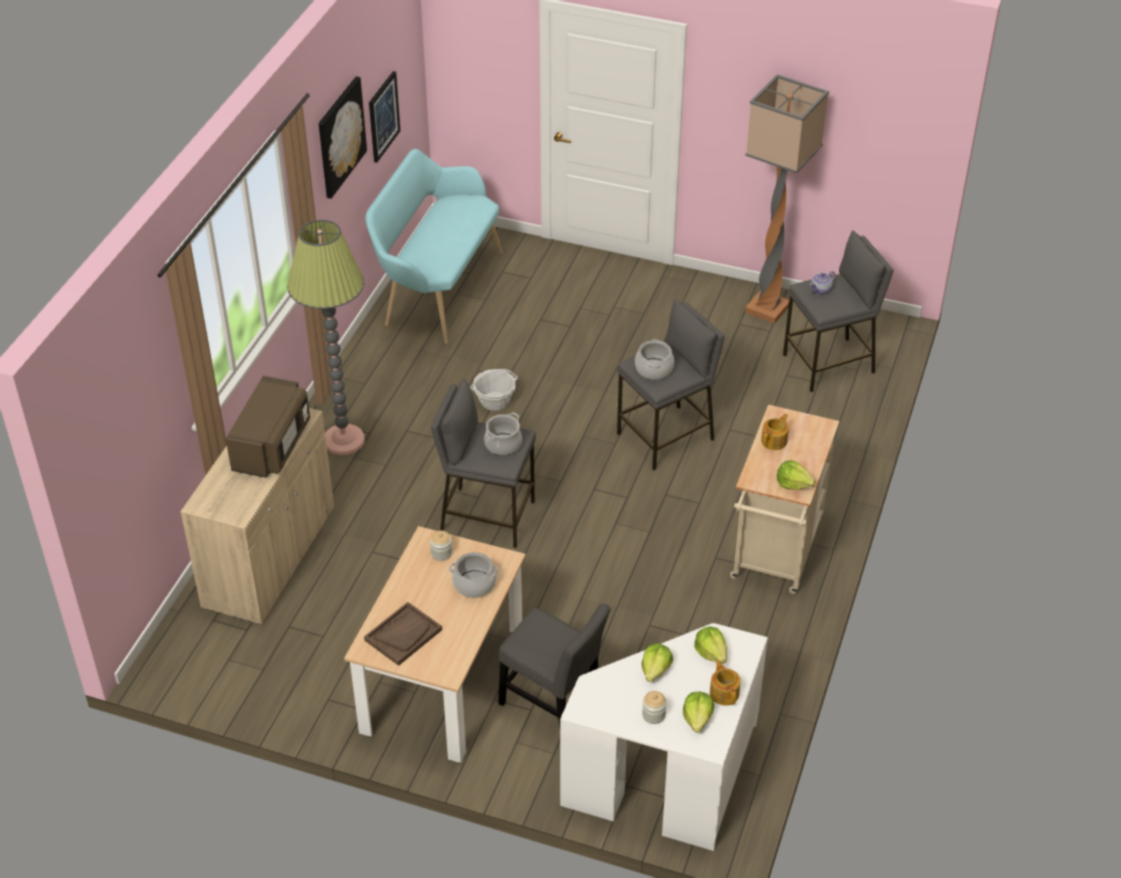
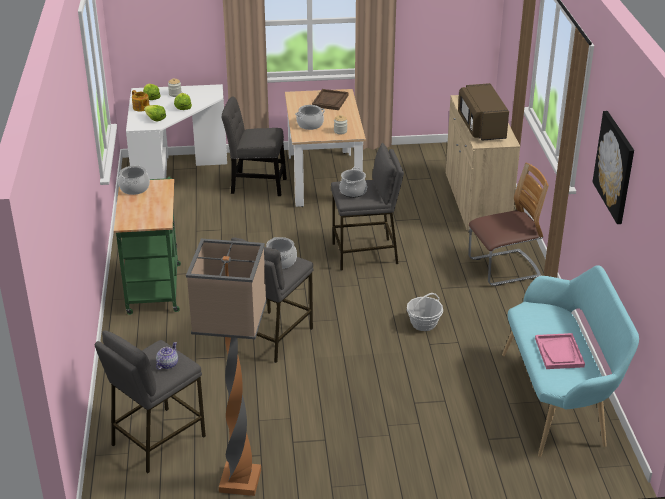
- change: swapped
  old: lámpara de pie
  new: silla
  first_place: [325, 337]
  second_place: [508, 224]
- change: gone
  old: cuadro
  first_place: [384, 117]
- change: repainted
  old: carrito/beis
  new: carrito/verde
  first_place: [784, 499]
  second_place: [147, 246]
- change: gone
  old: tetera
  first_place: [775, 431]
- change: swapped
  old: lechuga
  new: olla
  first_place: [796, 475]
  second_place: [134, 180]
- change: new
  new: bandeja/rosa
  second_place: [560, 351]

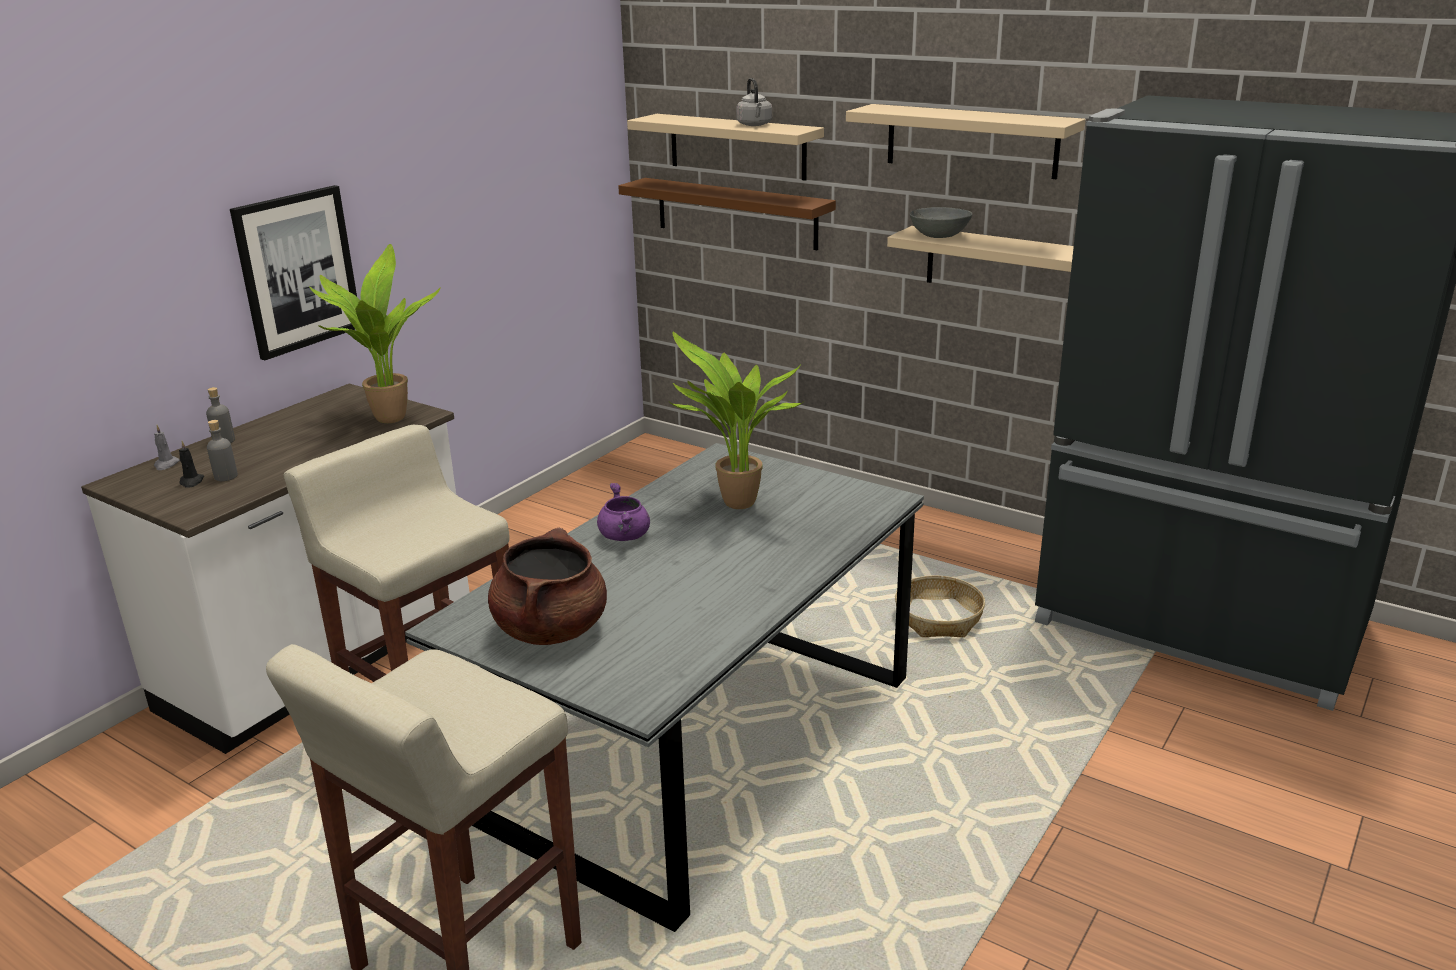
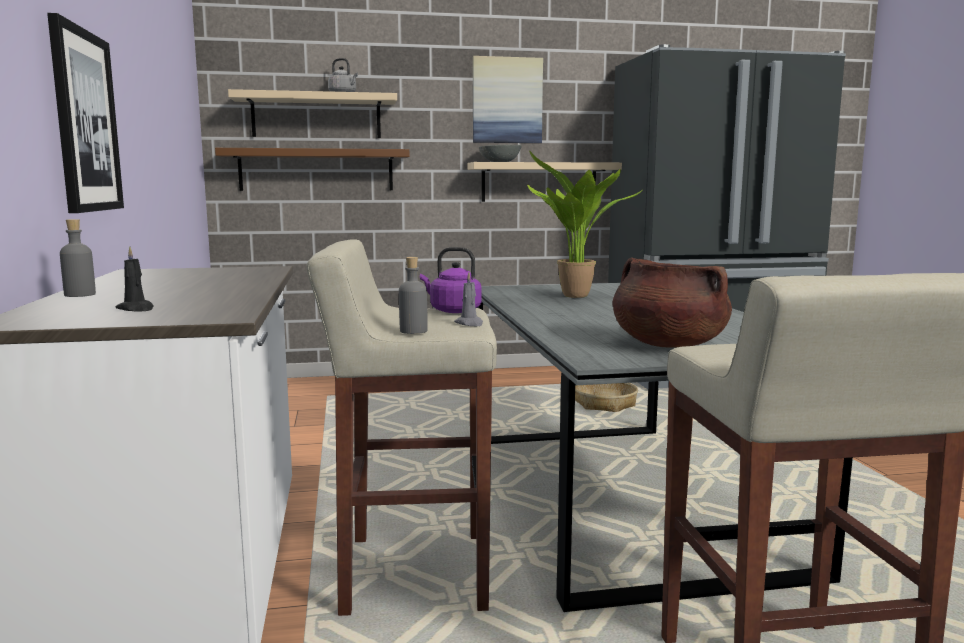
- change: shifted
  old: vela/gris
  first_place: [167, 447]
  second_place: [468, 299]
- change: shifted
  old: botella/gris
  first_place: [222, 450]
  second_place: [413, 295]
- change: gone
  old: planta en maceta
  first_place: [375, 333]
- change: gone
  old: olla/morado
  first_place: [623, 512]
- change: swapped
  old: estante/beis
  new: cuadro
  first_place: [966, 141]
  second_place: [508, 99]
- change: new
  new: hervidor/morado
  second_place: [451, 280]

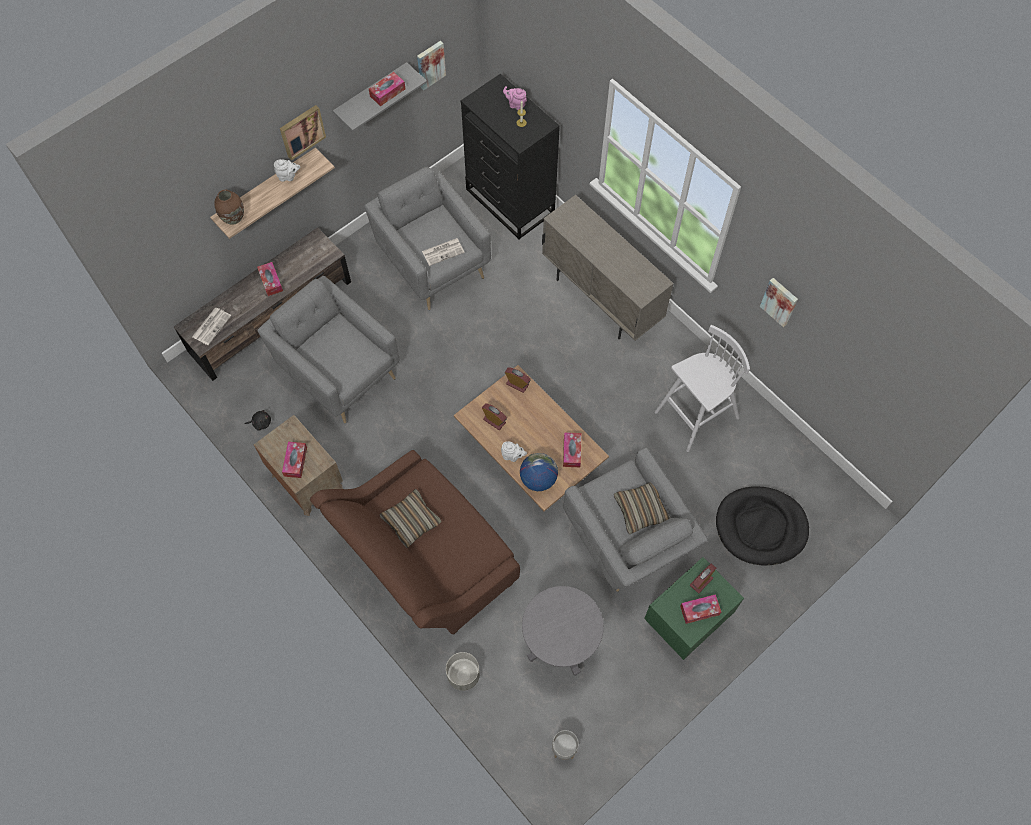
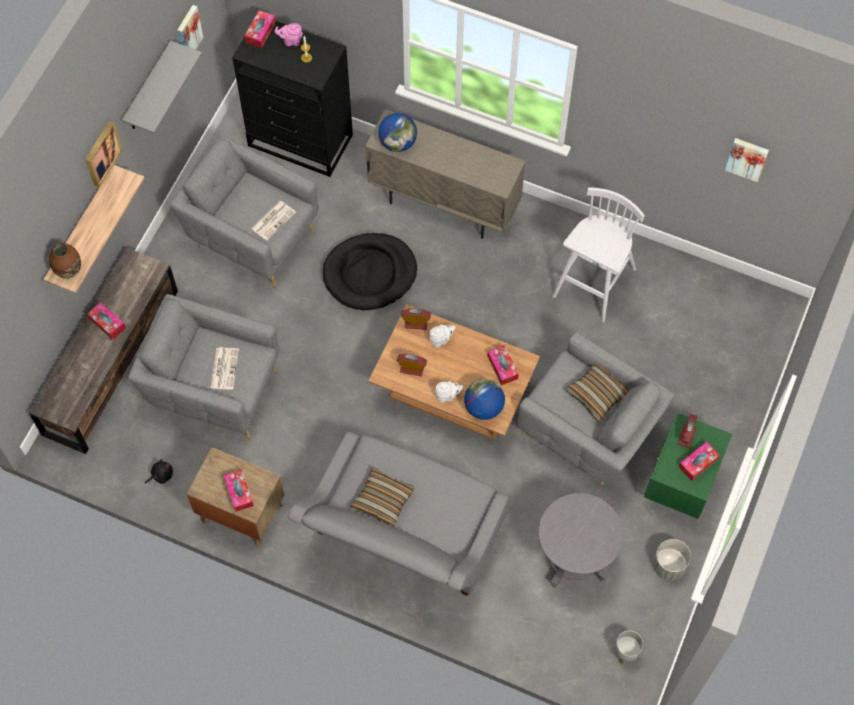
- change: shifted
  old: periódico
  first_place: [211, 326]
  second_place: [224, 368]
- change: shifted
  old: tetera/blanco
  first_place: [287, 170]
  second_place: [443, 336]
- change: repainted
  old: sofá/marrón
  new: sofá/gris
  first_place: [415, 542]
  second_place: [398, 513]
- change: shifted
  old: caja de pañuelos
  first_place: [387, 89]
  second_place: [260, 29]
- change: shifted
  old: maceta/gris
  first_place: [463, 671]
  second_place: [672, 559]
- change: shifted
  old: cama para perro/negro
  first_place: [762, 526]
  second_place: [370, 271]
- change: shifted
  old: cuadro
  first_place: [779, 302]
  second_place: [747, 160]
- change: new
  new: globo terráqueo
  second_place: [397, 132]

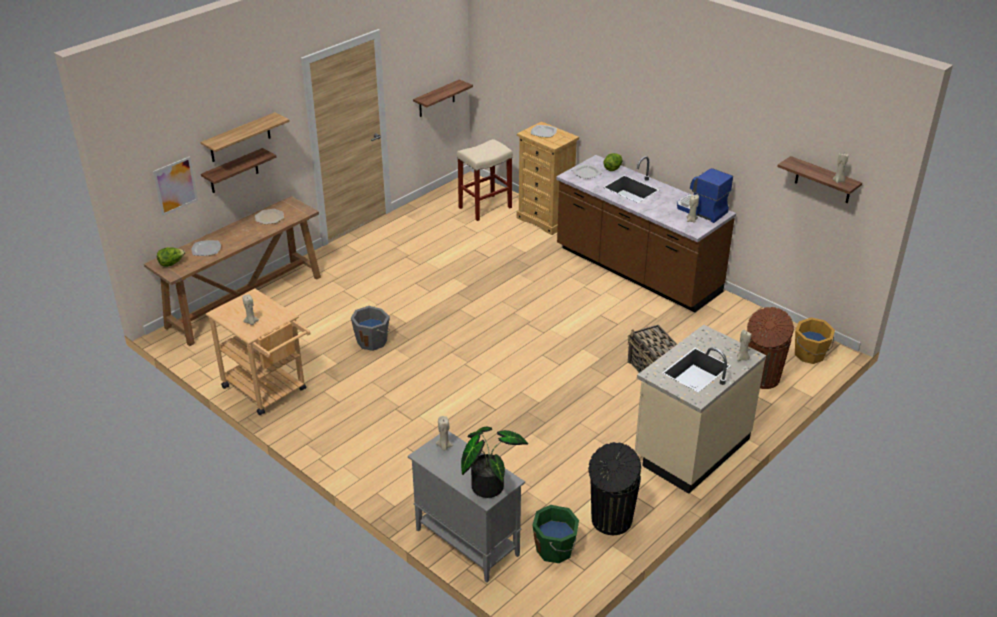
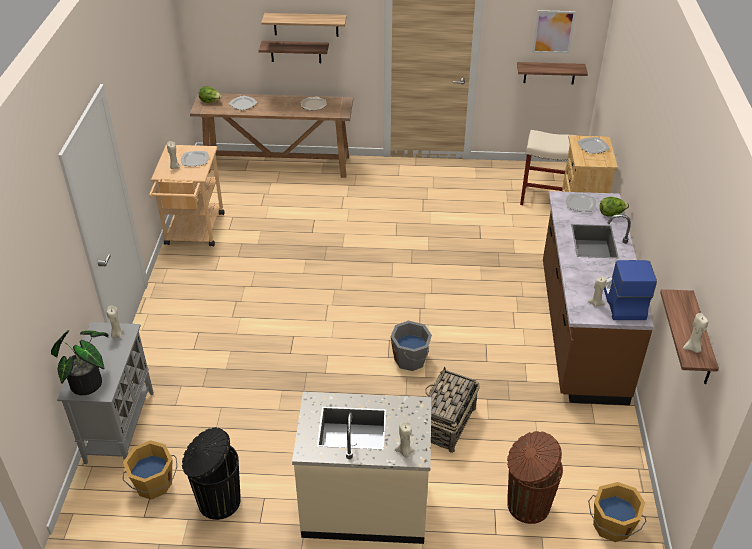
- change: shifted
  old: cuadro
  first_place: [175, 186]
  second_place: [554, 32]
- change: shifted
  old: cubo/gris
  first_place: [370, 328]
  second_place: [411, 345]
- change: repainted
  old: cubo/verde
  new: cubo/naranja
  first_place: [556, 534]
  second_place: [150, 470]
- change: new
  new: plato
  second_place: [195, 158]

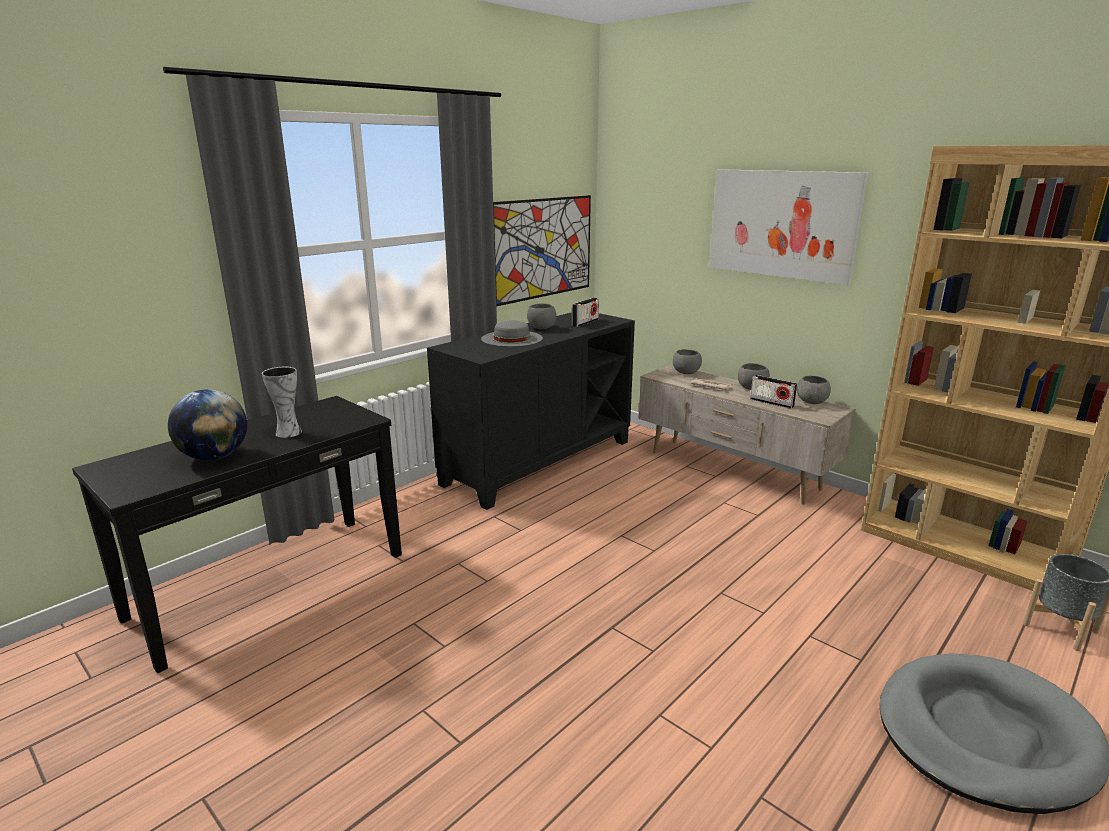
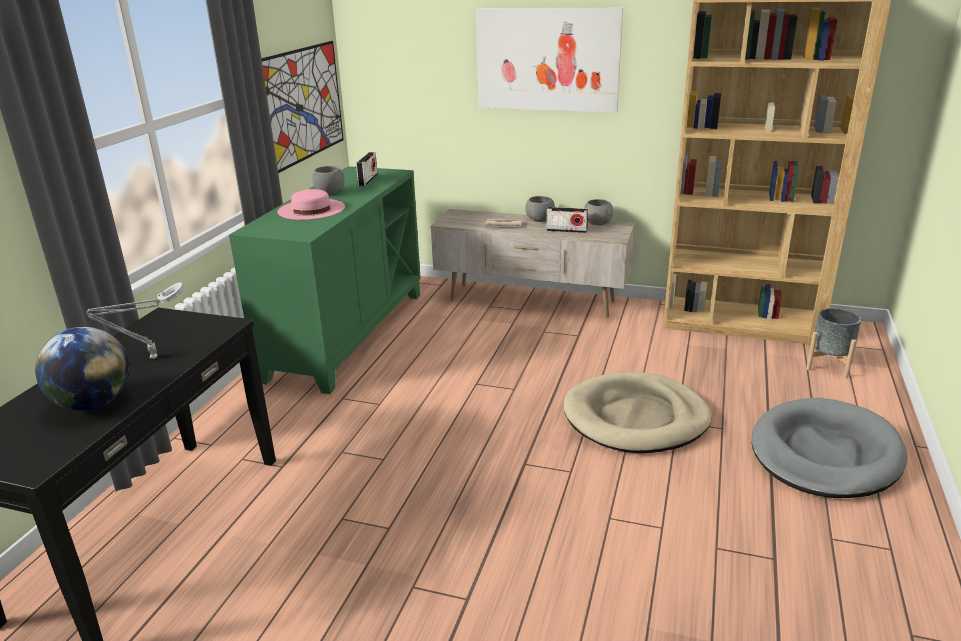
- change: swapped
  old: florero
  new: lámpara de mesa/gris
  first_place: [282, 402]
  second_place: [135, 320]
- change: repainted
  old: armario/negro
  new: armario/verde
  first_place: [531, 411]
  second_place: [325, 280]
- change: repainted
  old: sombrero/gris
  new: sombrero/rosa
  first_place: [512, 333]
  second_place: [311, 204]
- change: gone
  old: cuenco/gris
  first_place: [687, 361]
- change: new
  new: cama para perro/beis
  second_place: [638, 412]

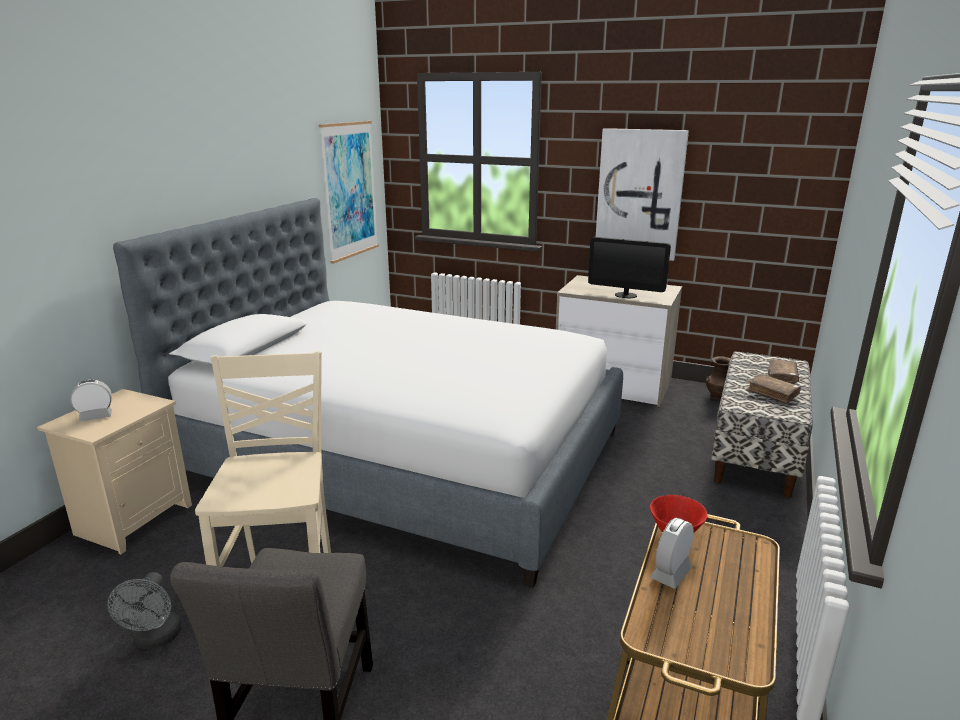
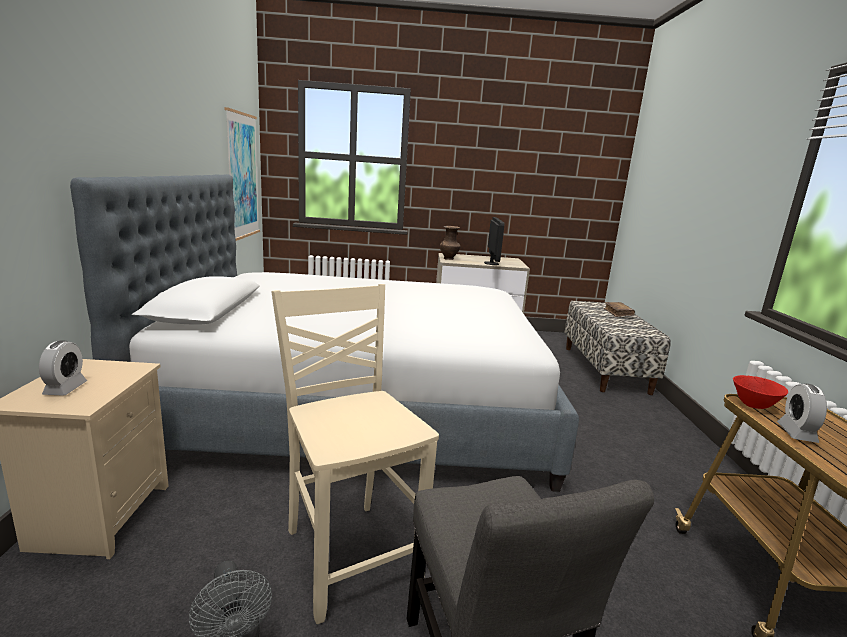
- change: rotated
  old: despertador
  first_place: [91, 401]
  second_place: [63, 368]
  degrees: 135
- change: rotated
  old: monitor
  first_place: [629, 268]
  second_place: [494, 241]
  degrees: -90
- change: gone
  old: cuadro
  first_place: [642, 194]
- change: shifted
  old: florero/marrón
  first_place: [718, 378]
  second_place: [450, 243]
- change: gone
  old: libro/marrón
  first_place: [773, 389]

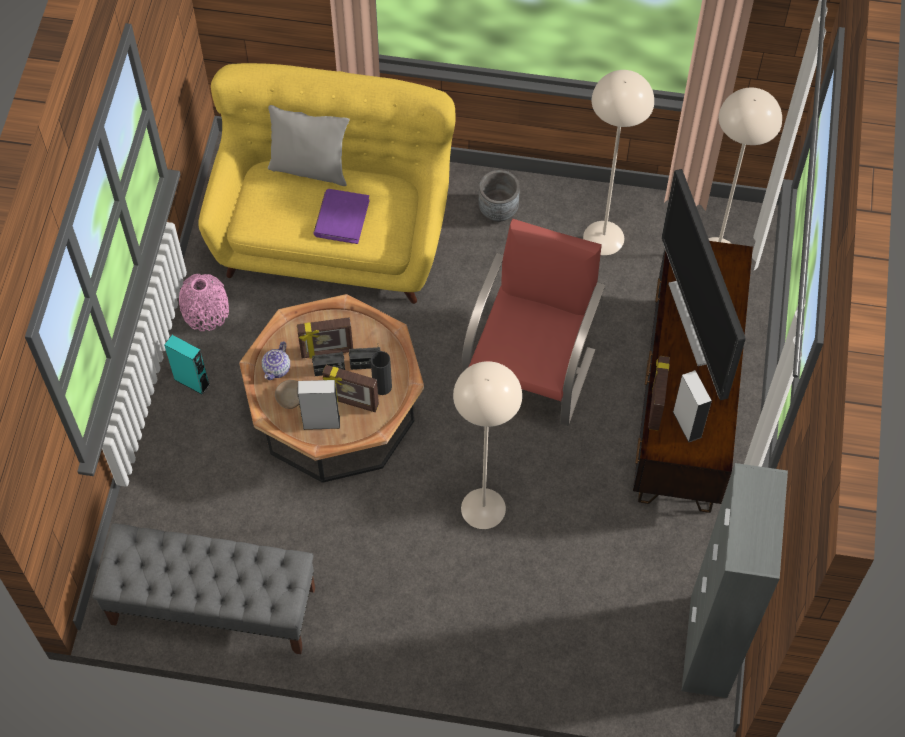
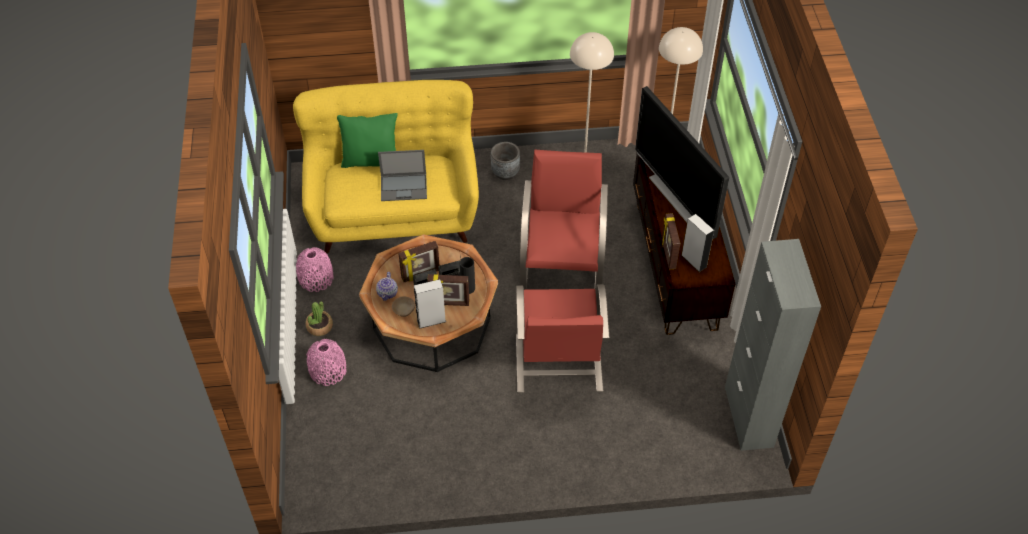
- change: gone
  old: banco/gris
  first_place: [203, 588]
- change: swapped
  old: altavoz/turquesa
  new: planta en maceta
  first_place: [187, 365]
  second_place: [319, 318]
- change: repainted
  old: cojín/gris
  new: cojín/verde
  first_place: [309, 145]
  second_place: [367, 140]
- change: swapped
  old: libro/morado
  new: portátil
  first_place: [341, 216]
  second_place: [402, 175]
- change: swapped
  old: lámpara de pie/beis
  new: sillón/rojo
  first_place: [487, 445]
  second_place: [563, 338]
- change: new
  new: florero/rosa
  second_place: [326, 362]

